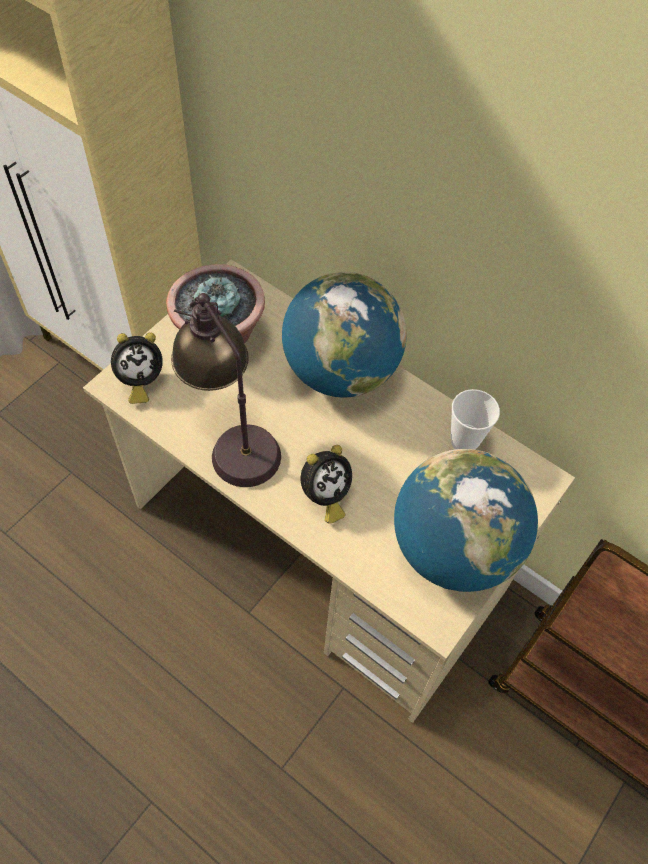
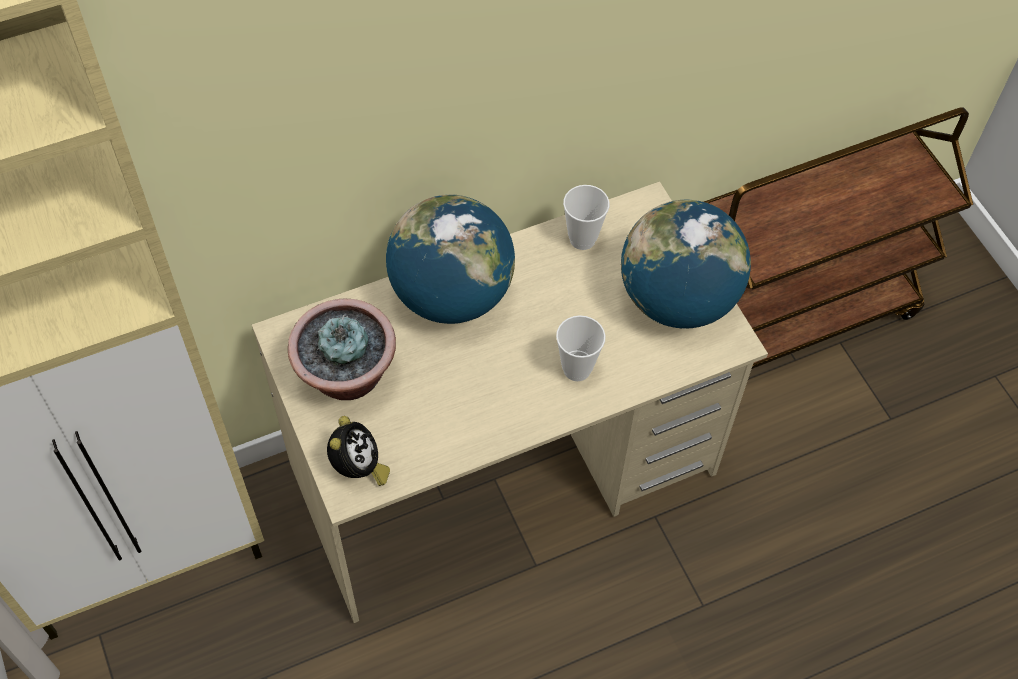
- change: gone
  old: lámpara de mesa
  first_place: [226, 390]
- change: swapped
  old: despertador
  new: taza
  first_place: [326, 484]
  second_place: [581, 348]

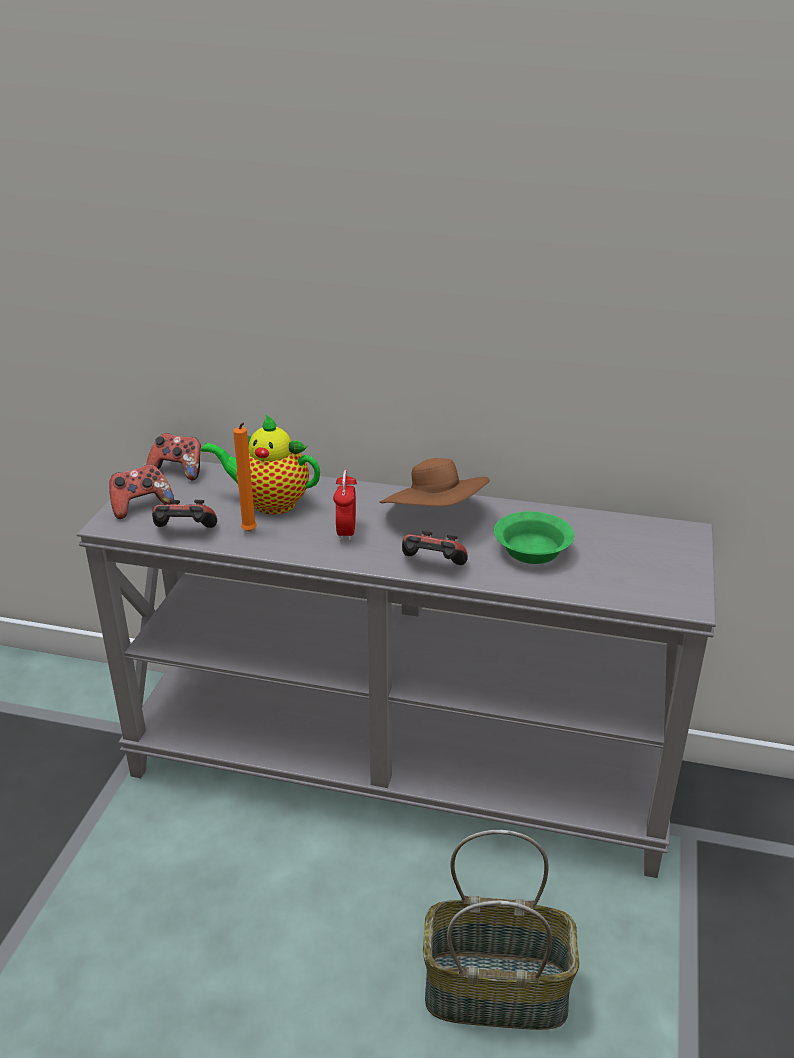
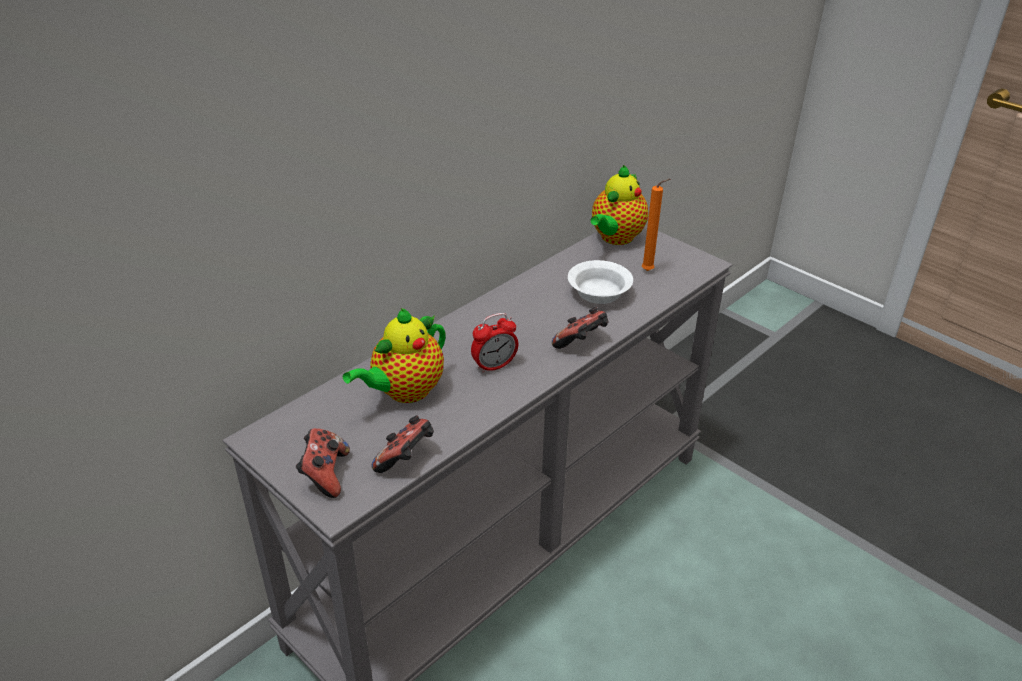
- change: gone
  old: mando de consola
  first_place: [173, 456]
- change: shifted
  old: vela/naranja
  first_place: [245, 477]
  second_place: [656, 225]
- change: rotated
  old: despertador
  first_place: [345, 505]
  second_place: [494, 343]
  degrees: -60
- change: gone
  old: sombrero/marrón
  first_place: [435, 482]
- change: gone
  old: cesta
  first_place: [501, 930]
- change: repainted
  old: cuenco/verde
  new: cuenco/blanco
  first_place: [534, 537]
  second_place: [600, 282]
- change: new
  new: tetera
  second_place: [619, 205]

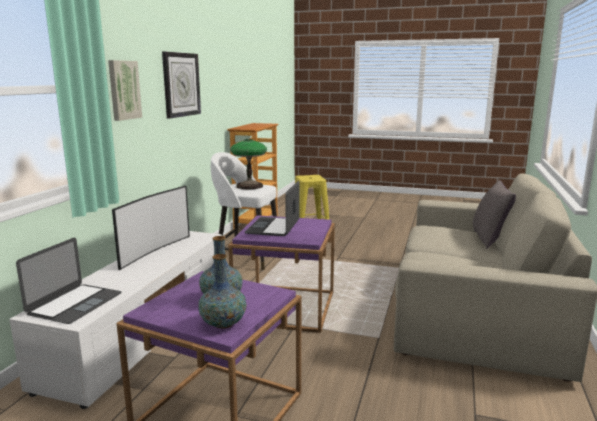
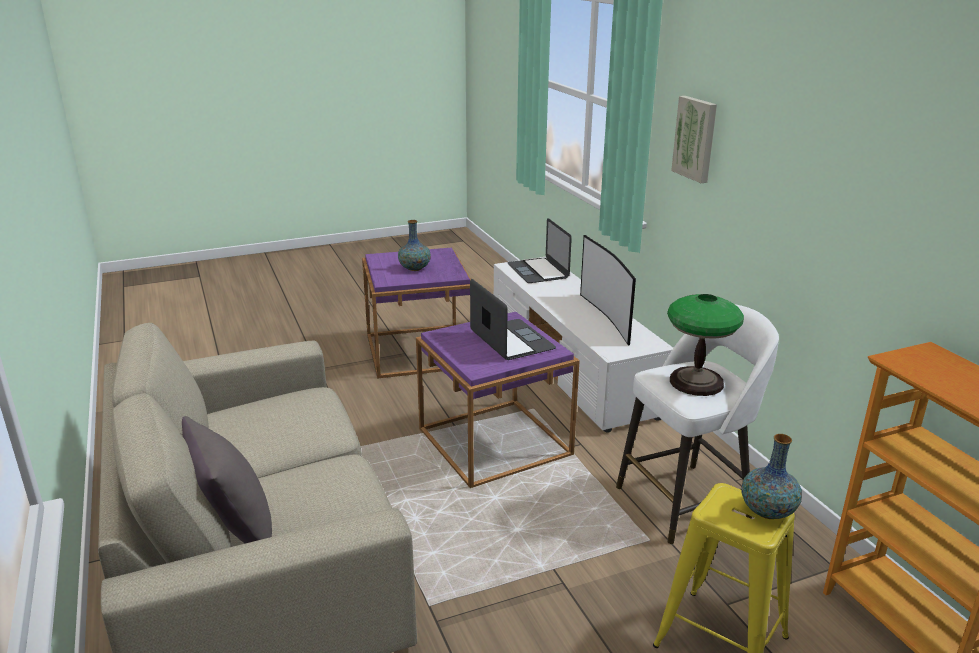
- change: gone
  old: reloj de pared
  first_place: [181, 85]
- change: shifted
  old: florero
  first_place: [222, 291]
  second_place: [771, 476]

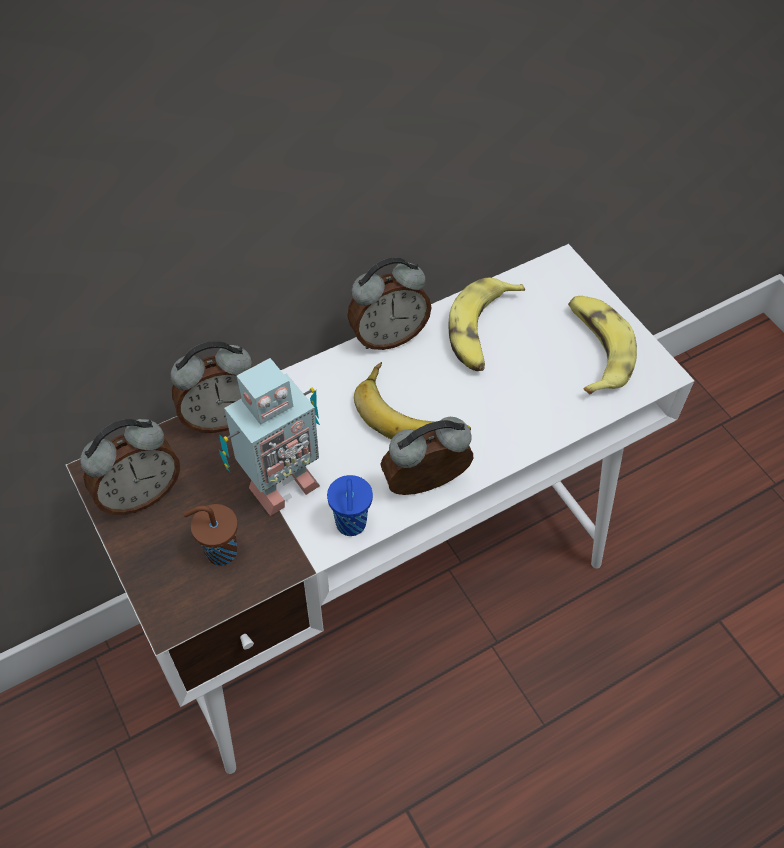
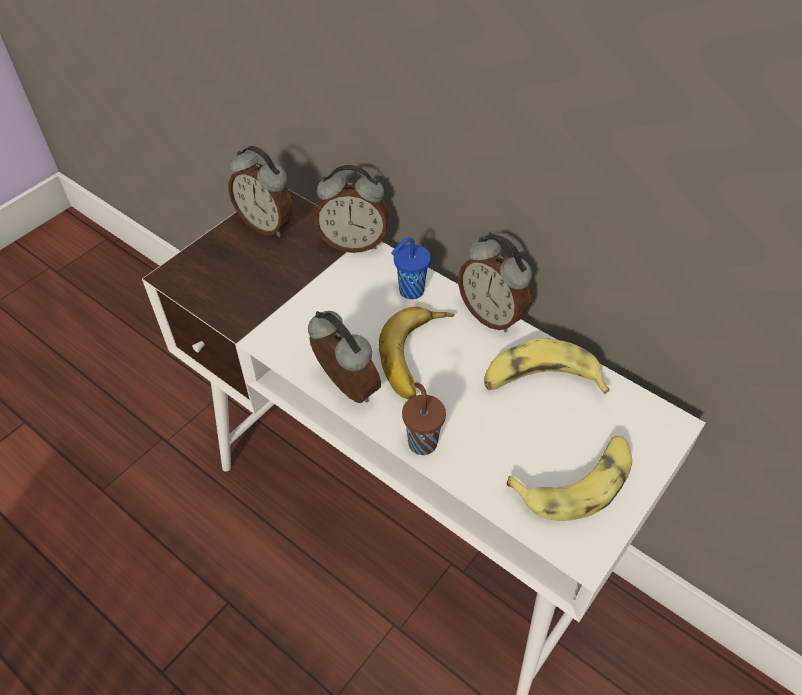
- change: rotated
  old: despertador
  first_place: [211, 387]
  second_place: [352, 209]
  degrees: -45
- change: shifted
  old: taza/marrón
  first_place: [210, 535]
  second_place: [424, 418]
- change: gone
  old: robot de juguete
  first_place: [269, 437]
- change: shifted
  old: taza/azul
  first_place: [350, 505]
  second_place: [411, 268]

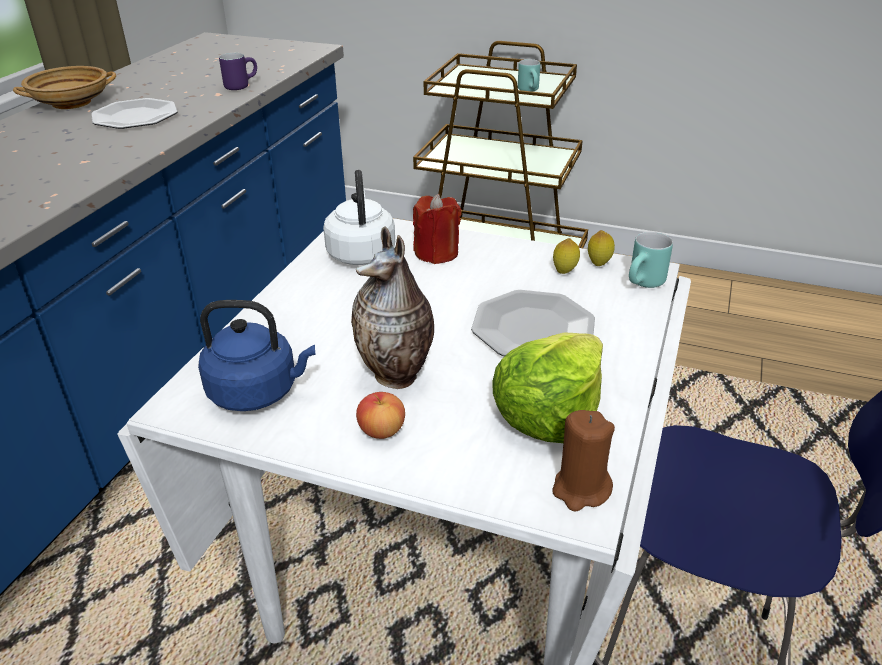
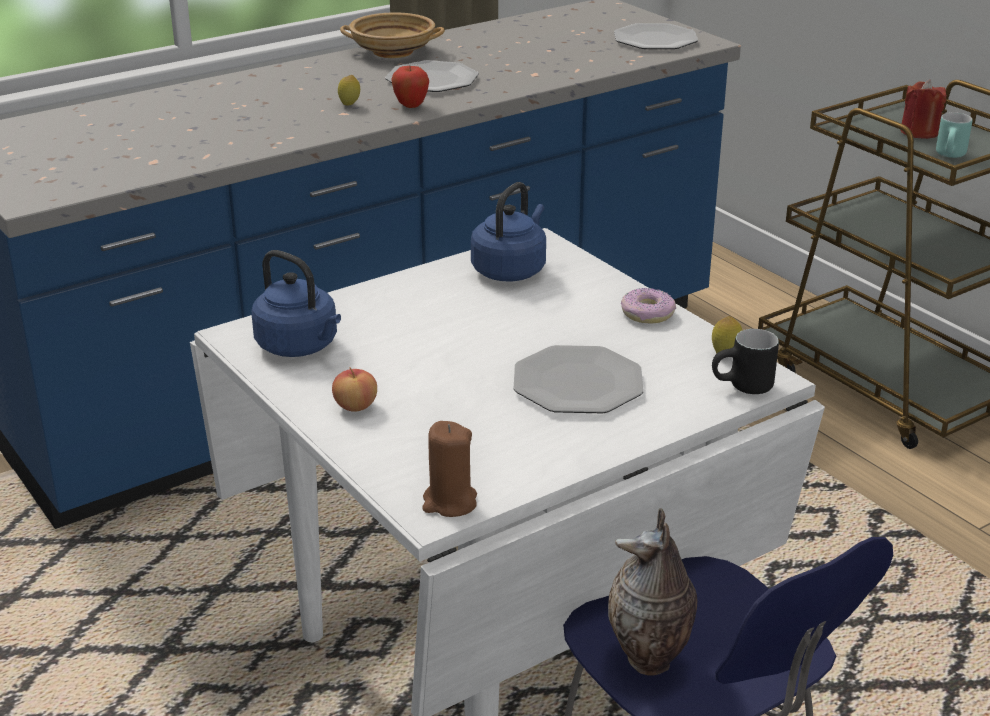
- change: gone
  old: taza grande/morado
  first_place: [238, 71]
- change: repainted
  old: hervidor/blanco
  new: hervidor/azul
  first_place: [359, 217]
  second_place: [508, 231]
- change: shifted
  old: florero
  first_place: [392, 307]
  second_place: [652, 592]
- change: shifted
  old: vela/rojo
  first_place: [437, 229]
  second_place: [923, 109]
- change: gone
  old: lechuga
  first_place: [547, 388]
- change: shifted
  old: limón
  first_place: [566, 256]
  second_place: [349, 90]
- change: repainted
  old: taza grande/turquesa
  new: taza grande/negro
  first_place: [651, 260]
  second_place: [745, 361]
- change: new
  new: manzana
  second_place: [410, 87]
- change: new
  new: plato
  second_place: [656, 36]
- change: new
  new: rosquilla
  second_place: [648, 306]

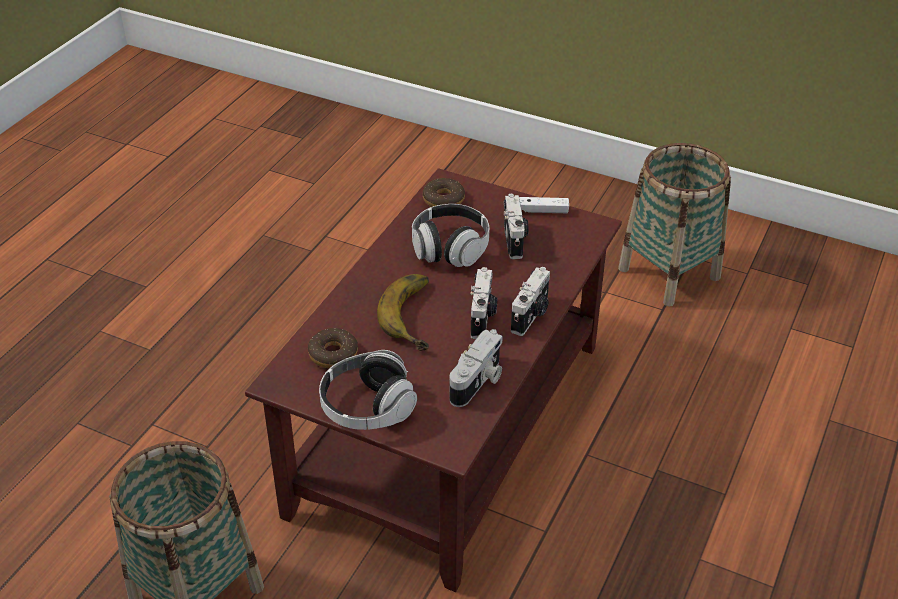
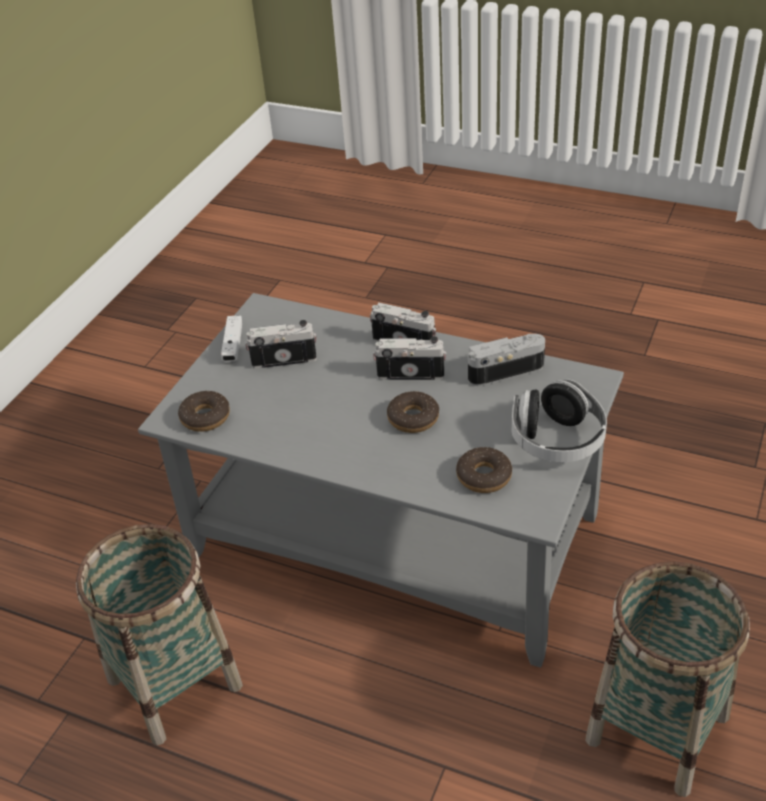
- change: repainted
  old: mesa de centro/marrón
  new: mesa de centro/gris
  first_place: [433, 380]
  second_place: [381, 480]
- change: swapped
  old: plátano
  new: rosquilla
  first_place: [403, 312]
  second_place: [413, 412]
- change: gone
  old: auriculares
  first_place: [450, 235]
- change: rotated
  old: cámara
  first_place: [476, 368]
  second_place: [506, 360]
  degrees: -45
- change: shifted
  old: cesta
  first_place: [674, 225]
  second_place: [159, 634]

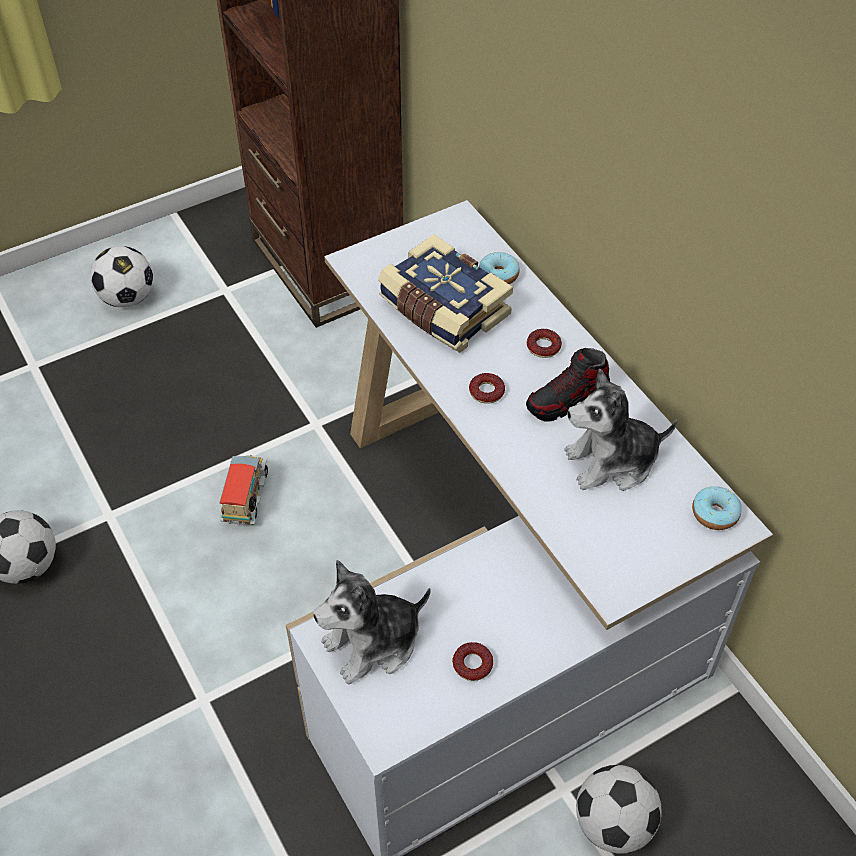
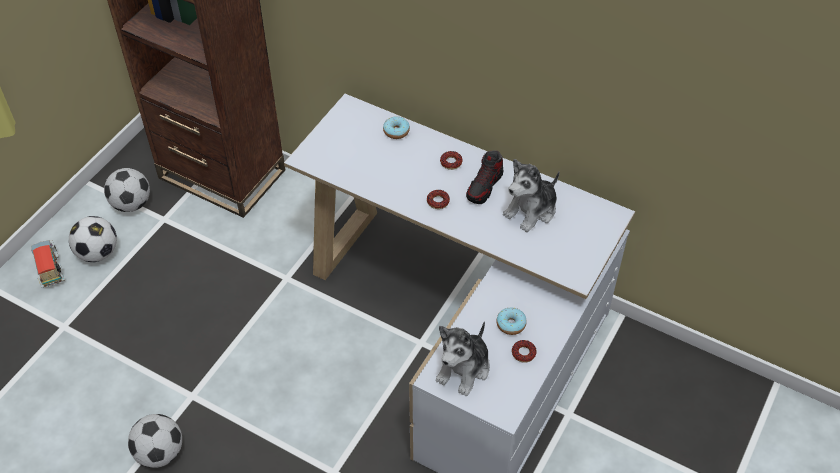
- change: shifted
  old: camión de juguete
  first_place: [244, 490]
  second_place: [48, 264]
- change: gone
  old: libro
  first_place: [445, 293]
- change: shifted
  old: balón de fútbol
  first_place: [619, 809]
  second_place: [127, 190]
- change: shifted
  old: rosquilla
  first_place: [717, 508]
  second_place: [511, 321]

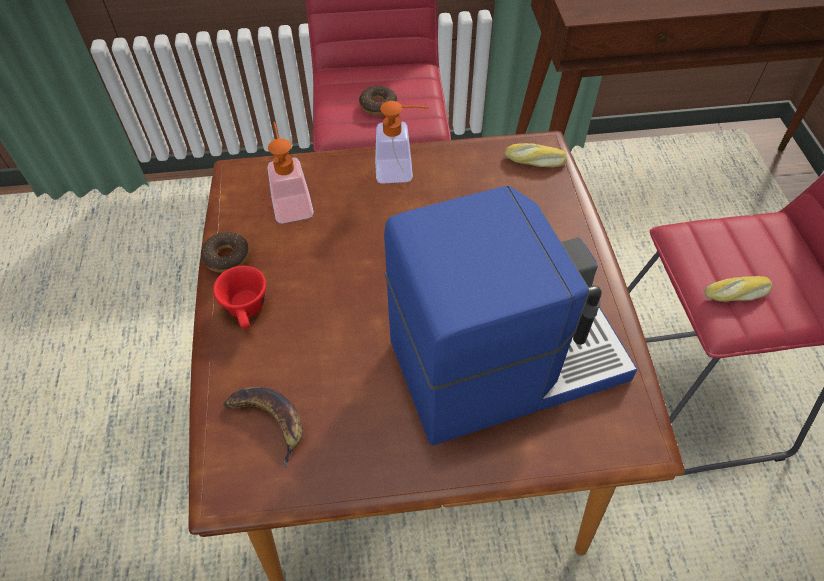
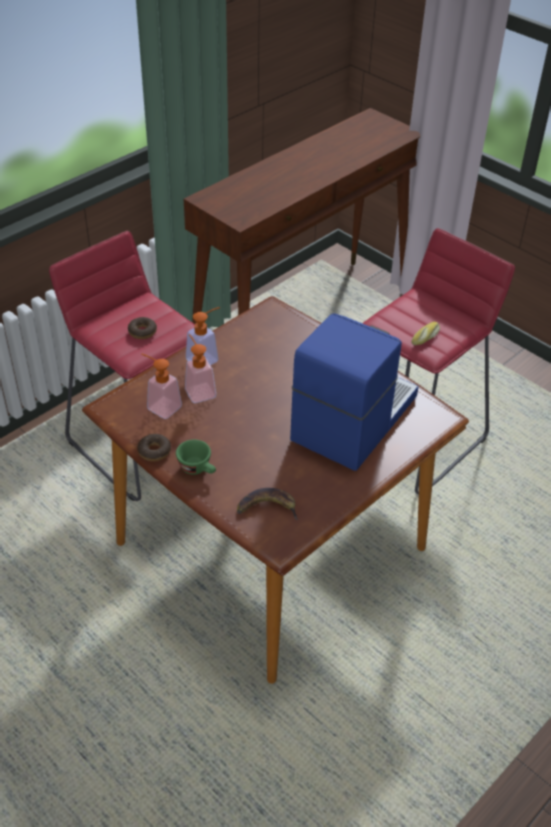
- change: repainted
  old: taza/rojo
  new: taza/verde
  first_place: [239, 297]
  second_place: [196, 457]
- change: gone
  old: pan
  first_place: [536, 155]
- change: new
  new: dispensador de jabón
  second_place: [200, 368]

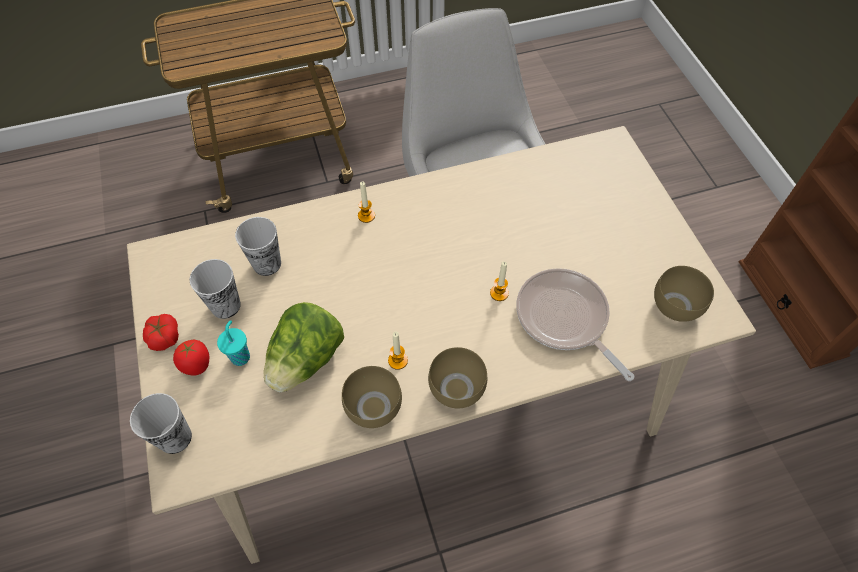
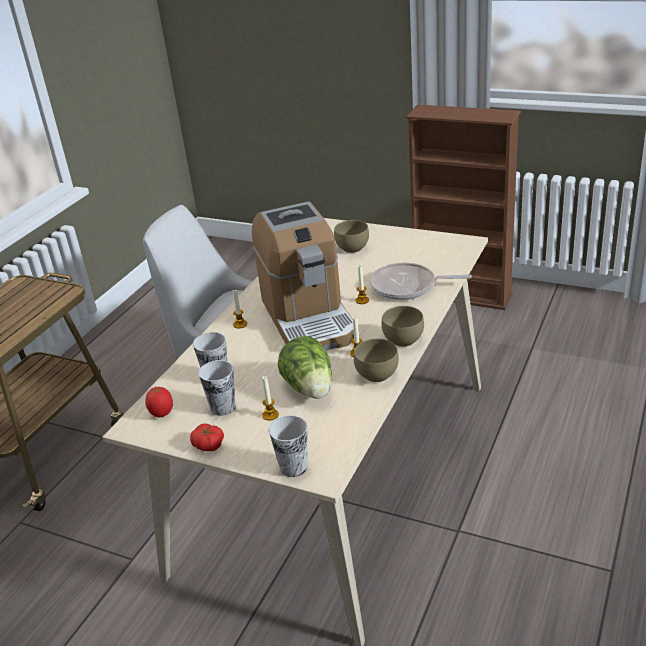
- change: shifted
  old: tomate
  first_place: [191, 358]
  second_place: [159, 402]
- change: swapped
  old: taza/turquesa
  new: vela
  first_place: [233, 343]
  second_place: [270, 398]
- change: shifted
  old: cuenco/marrón
  first_place: [684, 294]
  second_place: [351, 236]
- change: new
  new: cafetera
  second_place: [303, 276]

